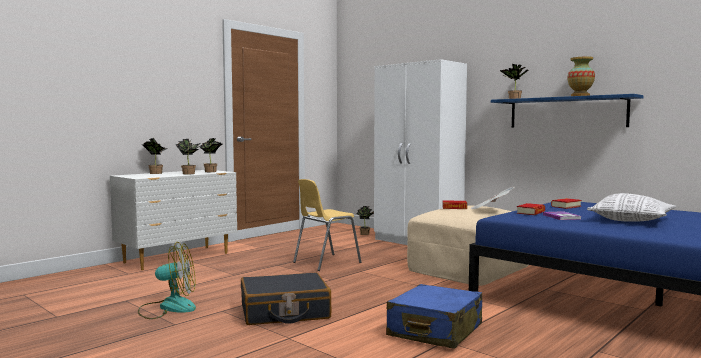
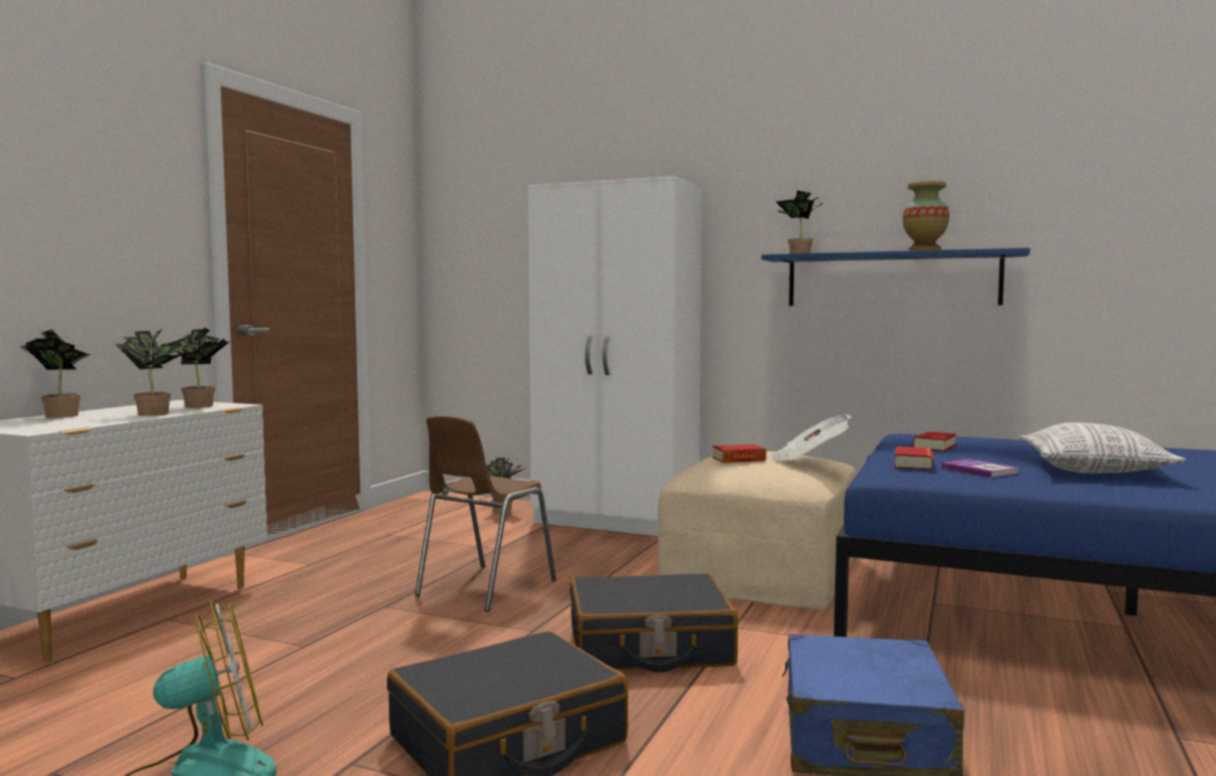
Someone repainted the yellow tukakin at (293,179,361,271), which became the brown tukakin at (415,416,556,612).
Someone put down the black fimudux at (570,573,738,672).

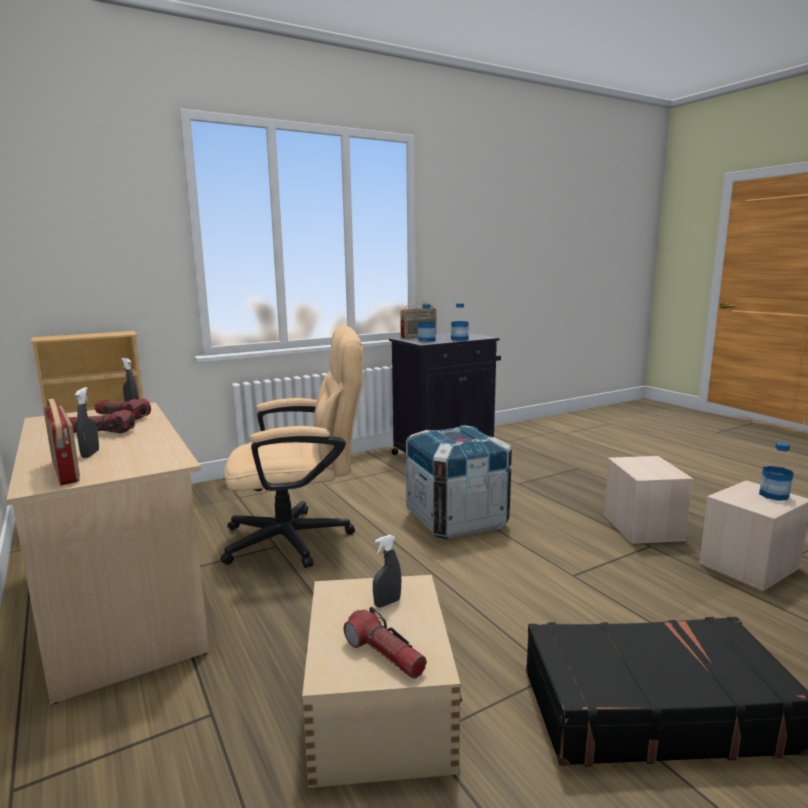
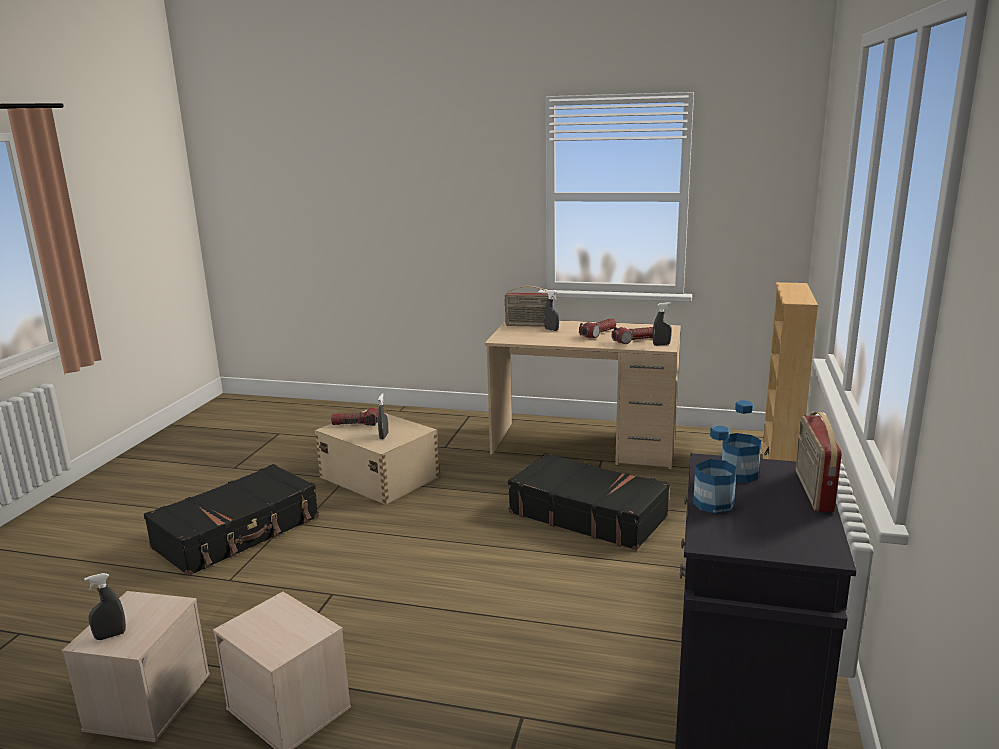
Someone swapped the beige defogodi at (220,325,363,568) for the black fimudux at (508,453,670,550).
Someone took away the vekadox at (406,425,512,539).
Someone swapped the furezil at (759,442,794,501) for the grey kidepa at (84,573,126,640).

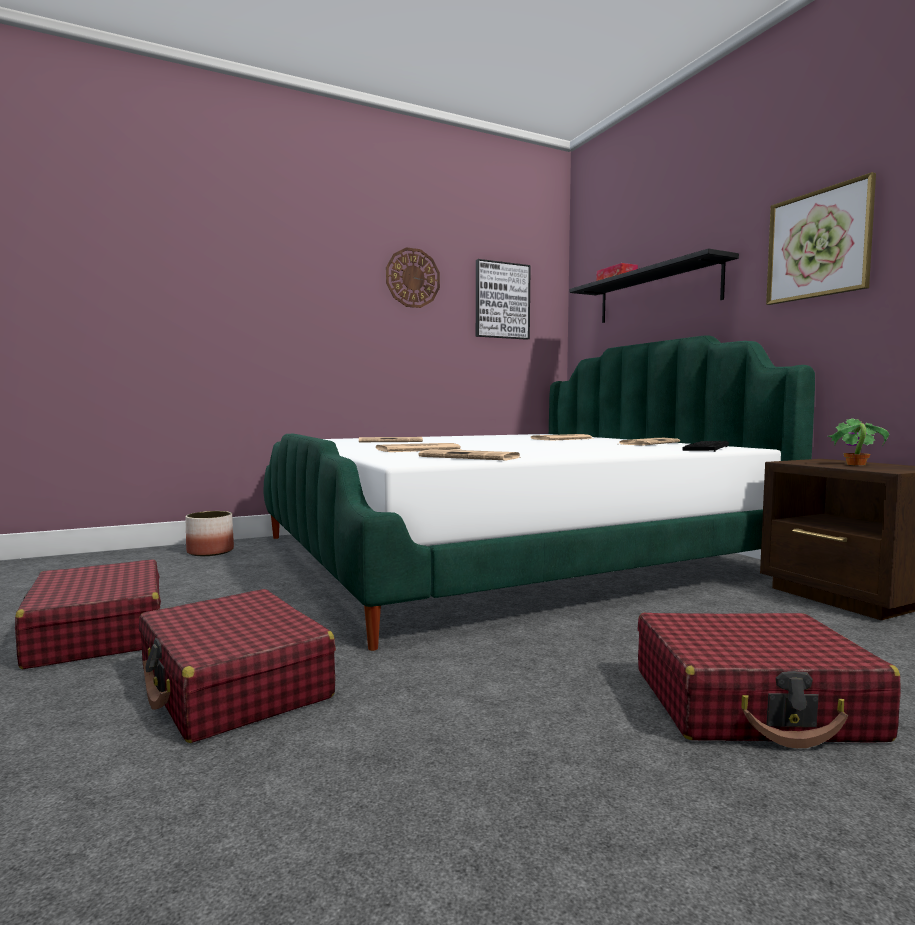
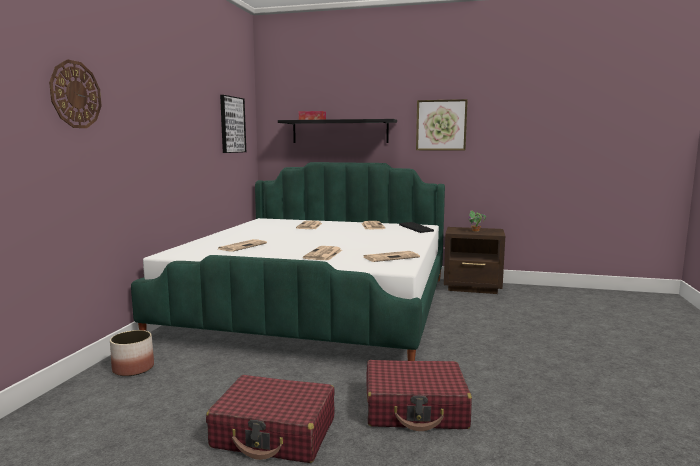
Someone carried the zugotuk from (386,247,440,308) to (49,59,102,128).
Someone took away the red fimudux at (638,613,901,748).

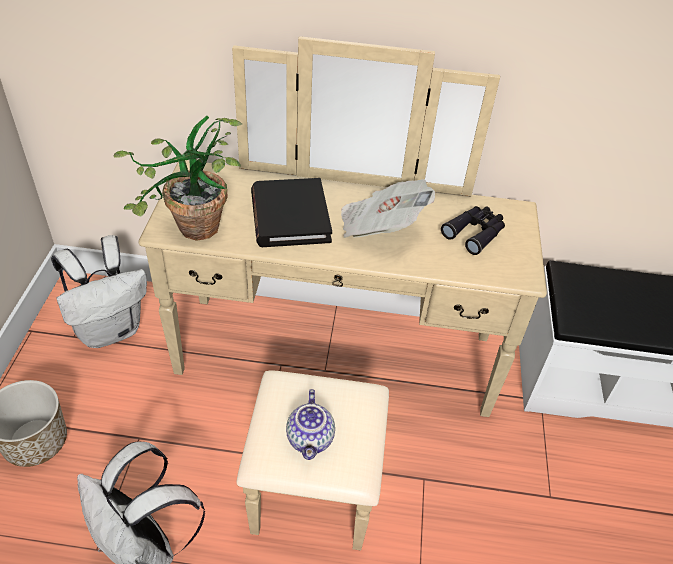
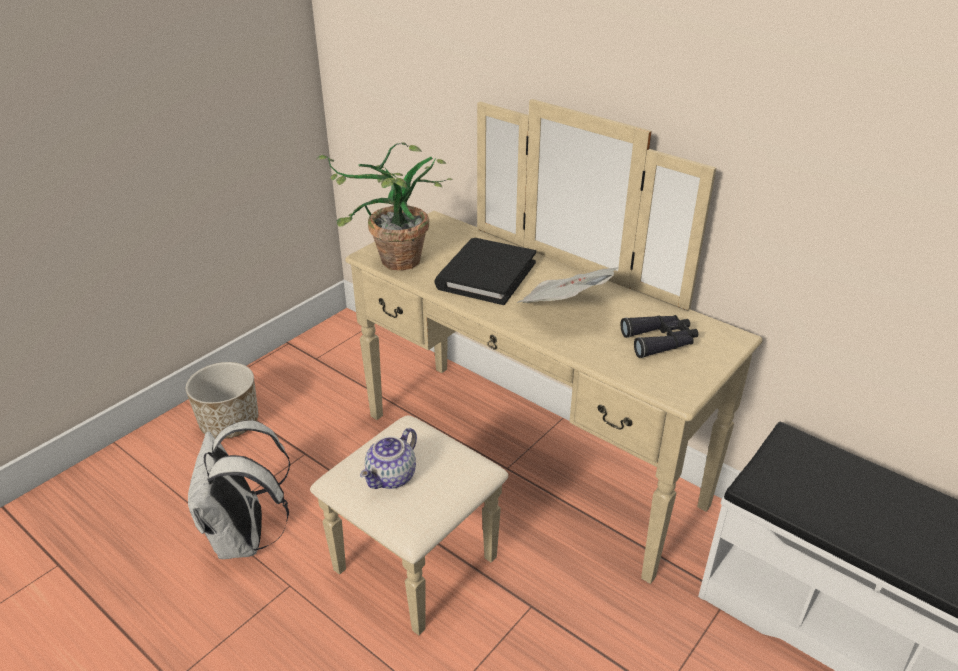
Someone took away the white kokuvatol at (51,235,147,348).

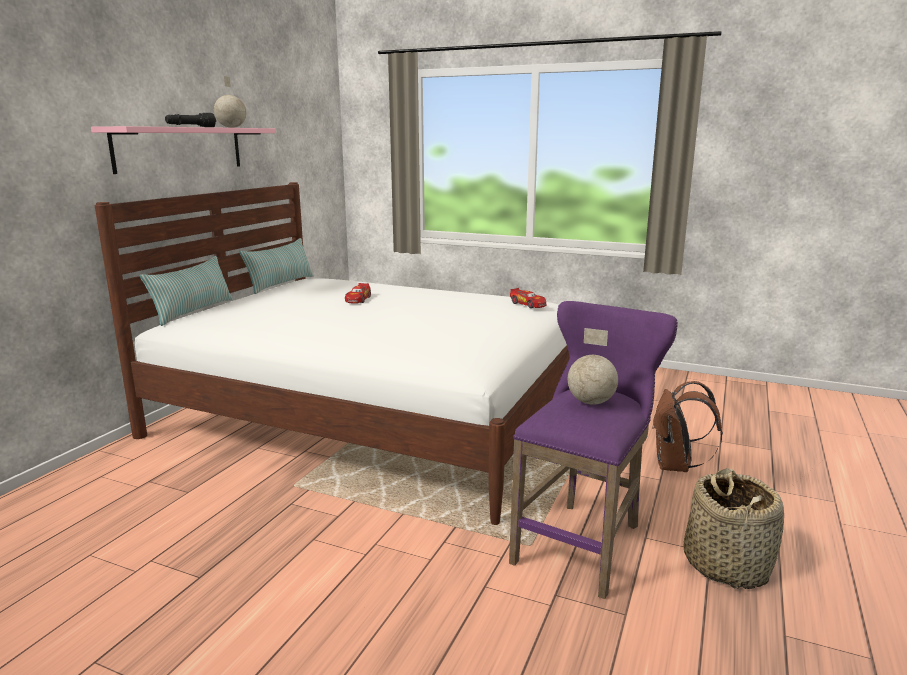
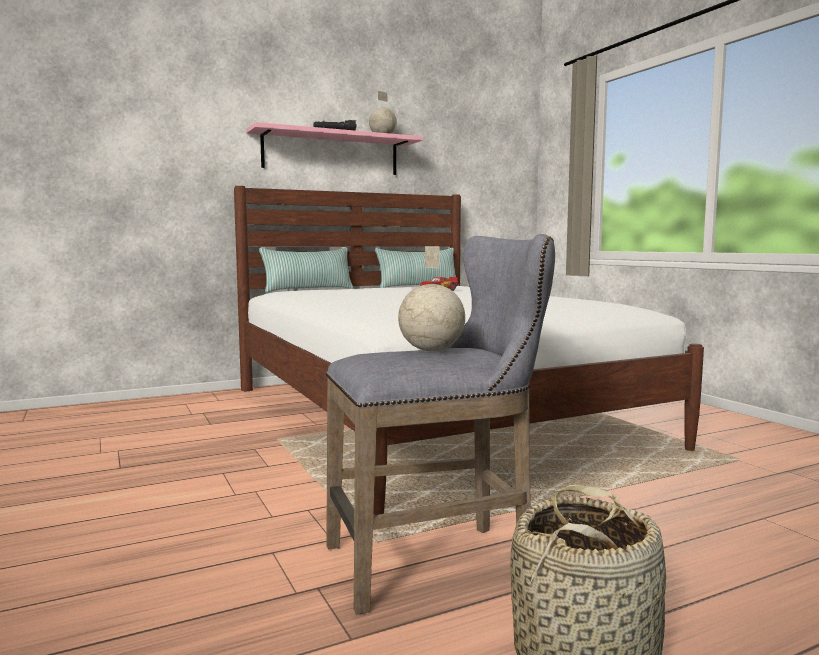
Someone repainted the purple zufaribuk at (509,301,678,599), which became the grey zufaribuk at (326,234,555,615).
Someone took away the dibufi at (510,288,546,308).
Someone took away the brown kokuvatol at (652,381,723,472).

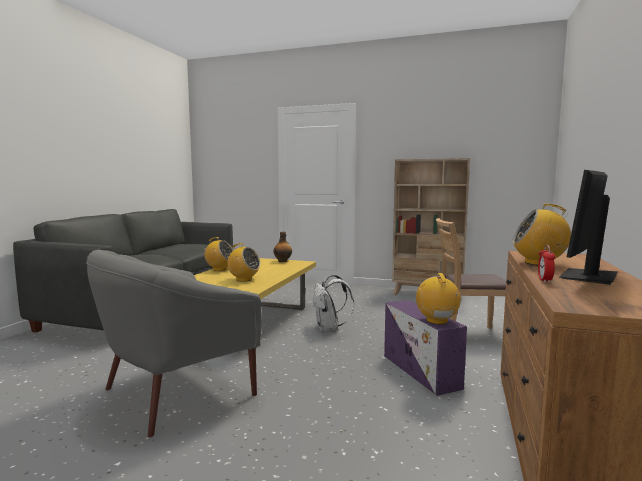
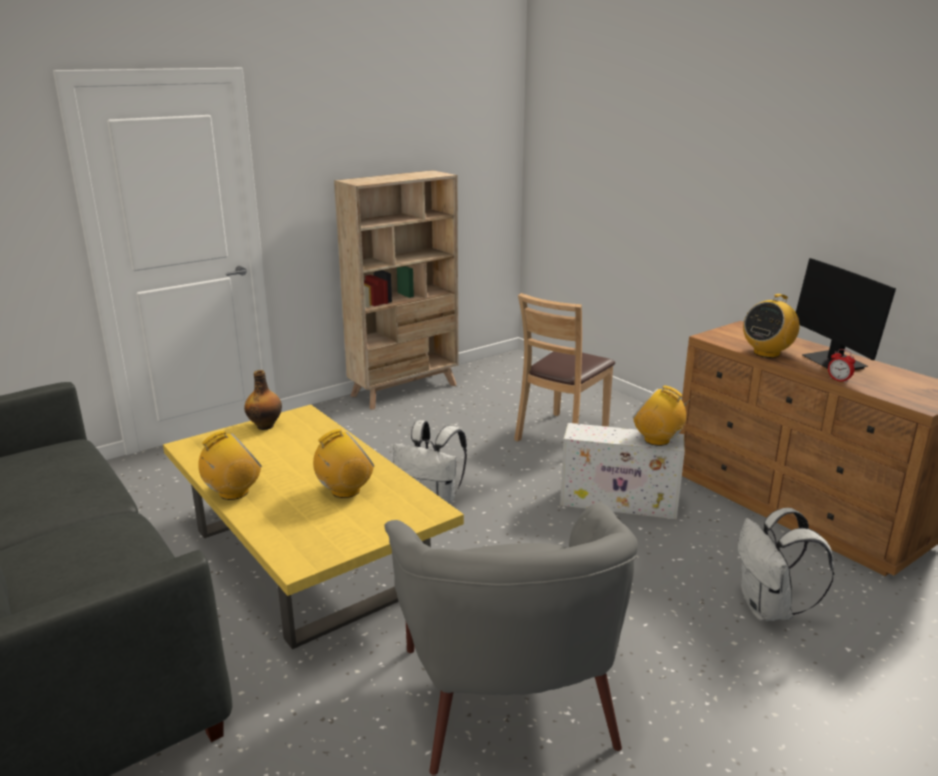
Someone repainted the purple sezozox at (384,300,467,396), which became the white sezozox at (560,423,685,519).
Someone put down the white kokuvatol at (738,508,834,621).

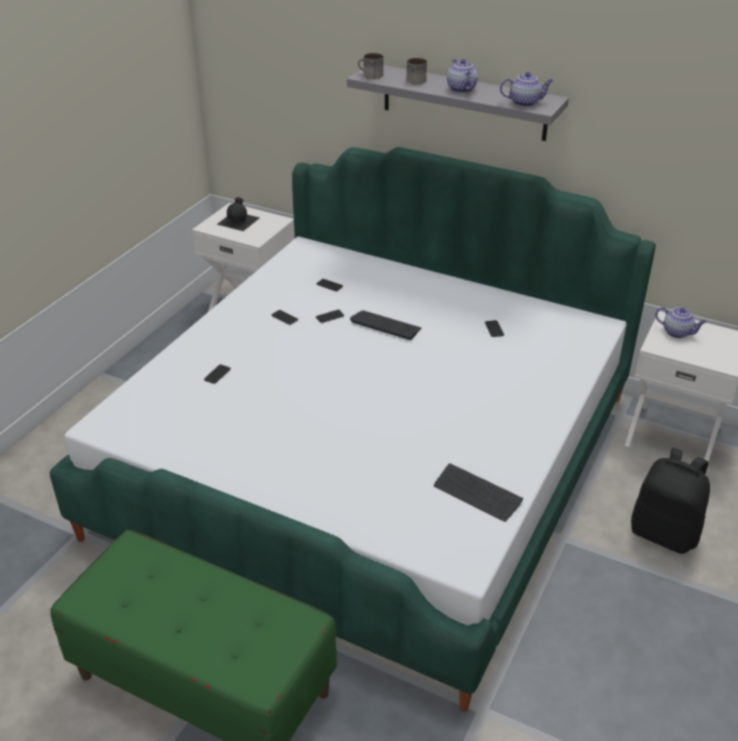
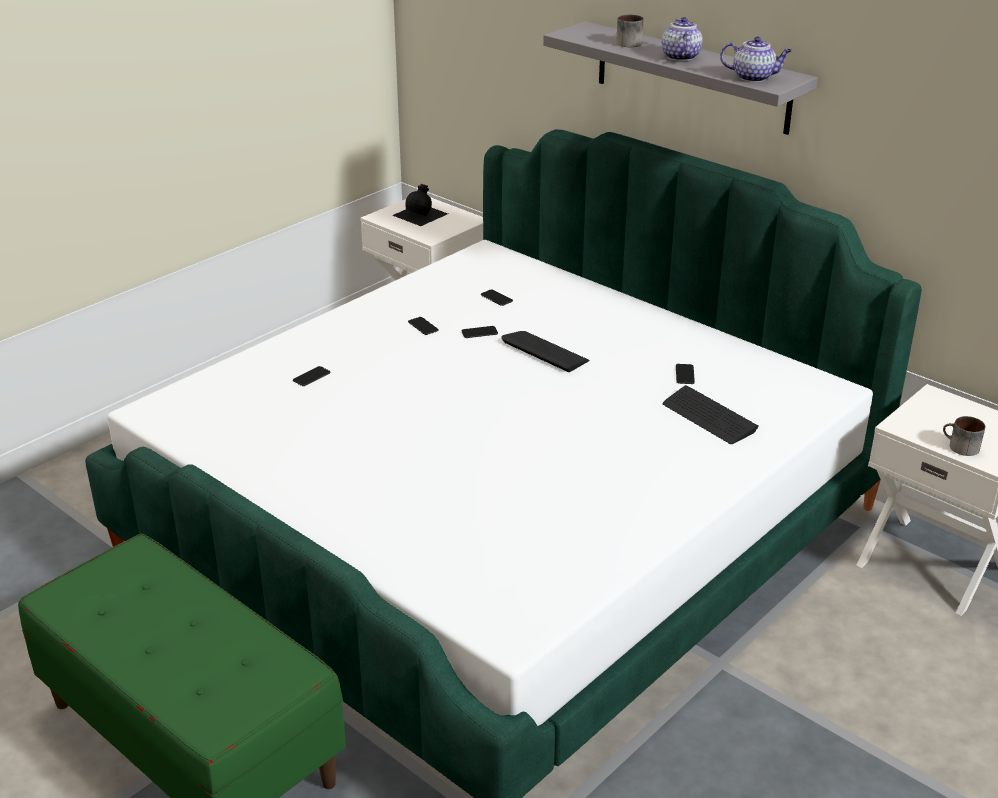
Someone carried the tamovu from (358,53,384,79) to (943,416,985,456).
Someone carried the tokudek from (434,464,523,522) to (663,385,759,444).
Someone took away the black kokuvatol at (631,448,710,554).
Someone took away the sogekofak at (655,307,706,338).

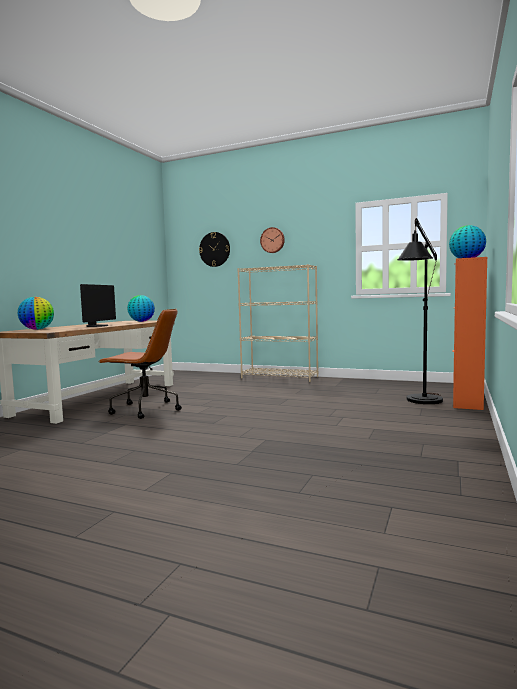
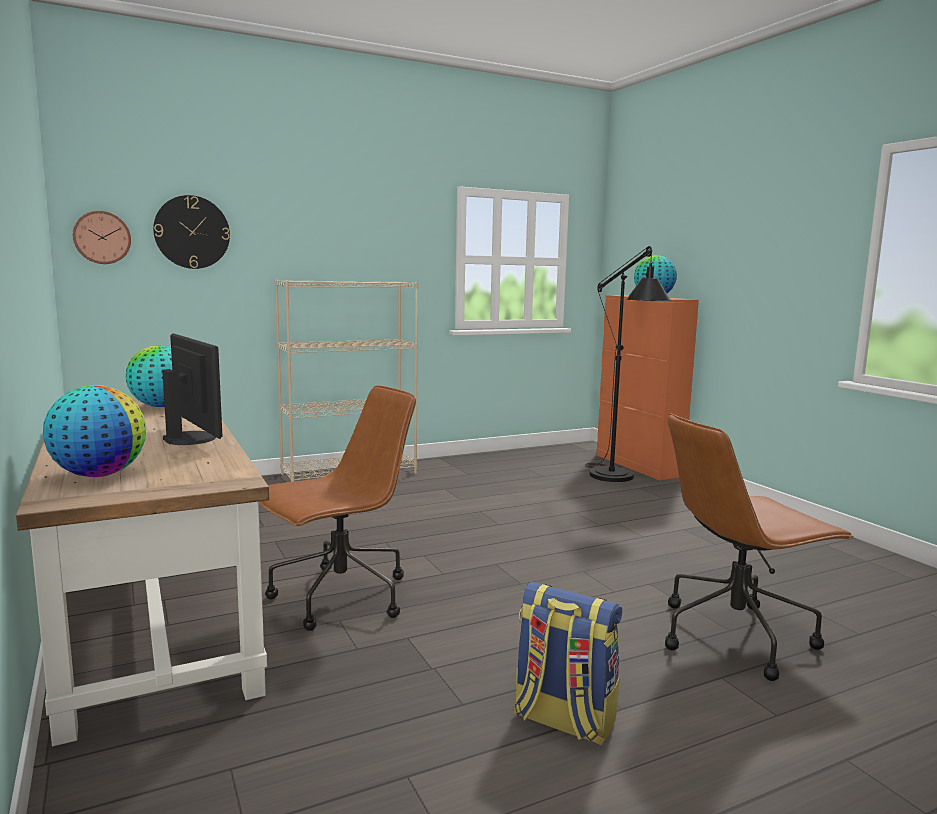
Someone carried the zugotuk from (260,227,285,253) to (73,211,131,264).
Someone put down the kokuvatol at (514,582,622,746).
Someone put down the brown defogodi at (665,413,854,681).

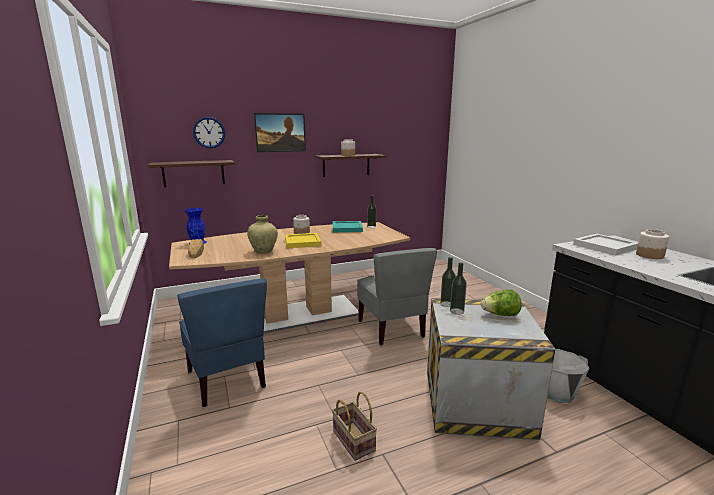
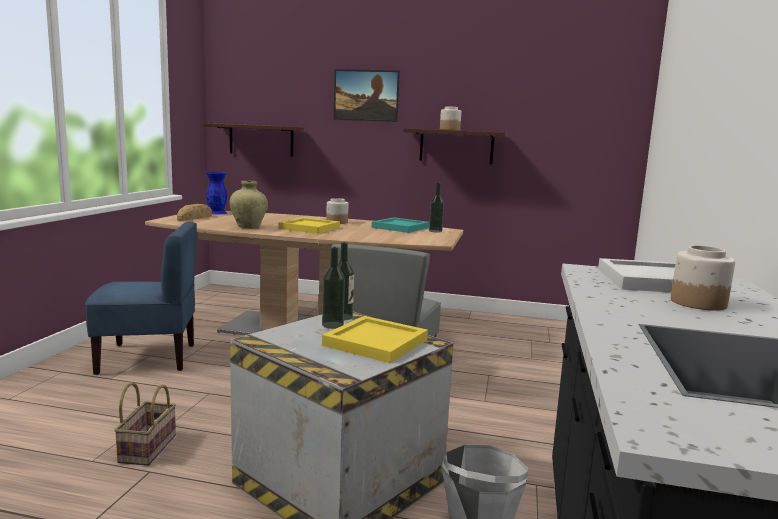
Someone rotated the blue tukakin at (177,279,267,407) by 105 degrees counterclockwise.
Someone took away the zugotuk at (193,117,225,148).
Someone swapped the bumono at (481,289,522,316) for the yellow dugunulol at (322,316,428,363).

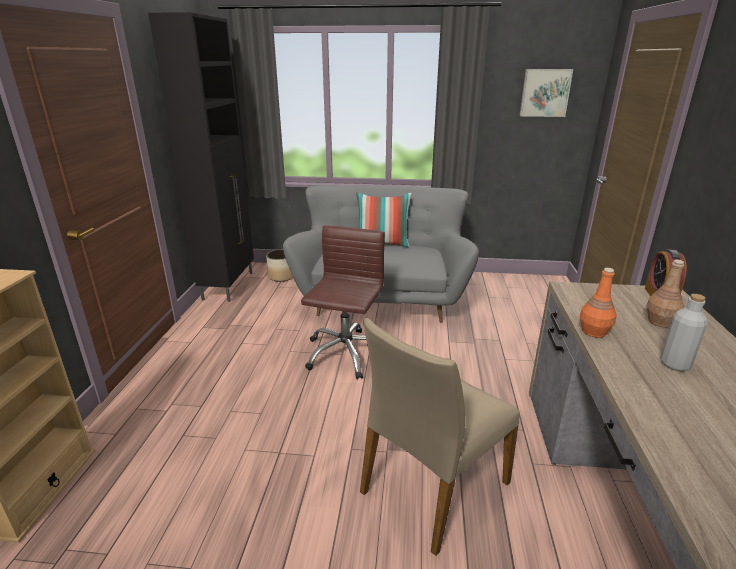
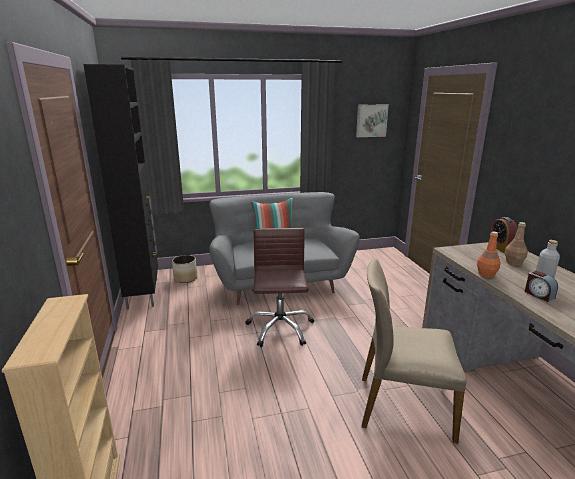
Someone rotated the beige tukakin at (360,318,520,556) by 75 degrees clockwise.
Someone put down the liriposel at (525,271,558,302).

